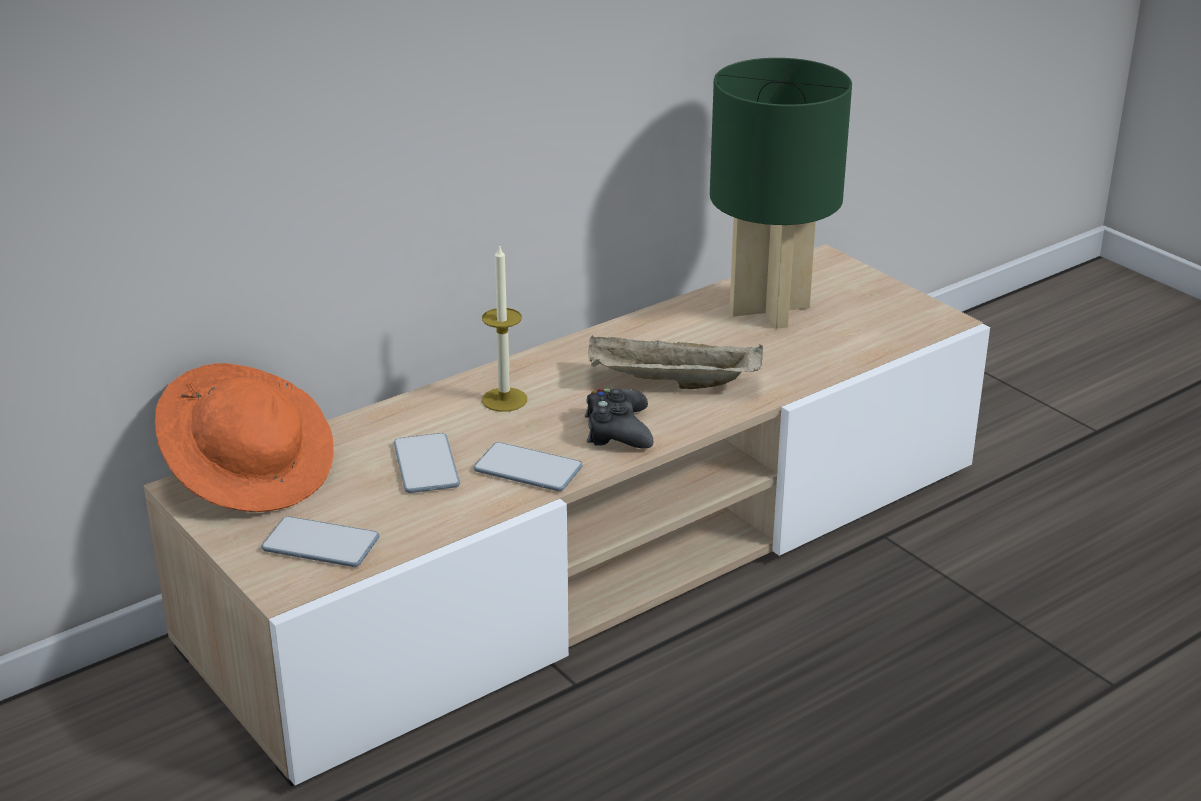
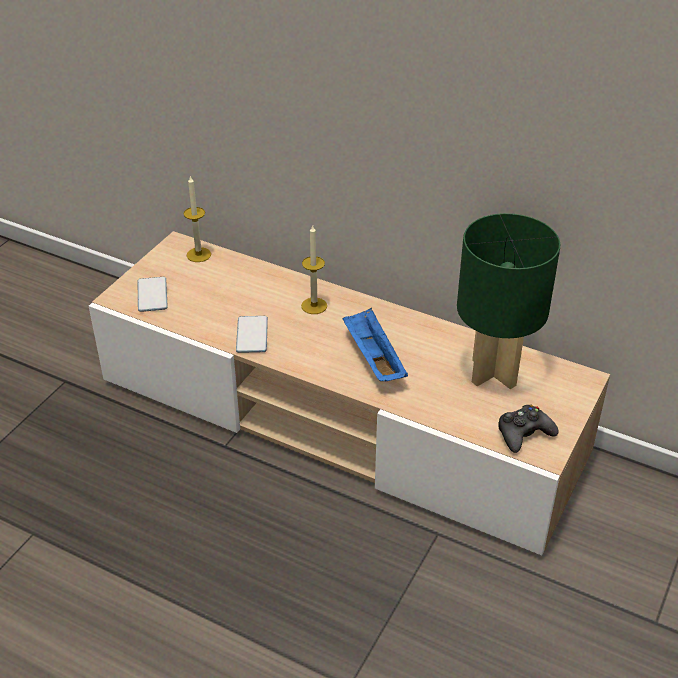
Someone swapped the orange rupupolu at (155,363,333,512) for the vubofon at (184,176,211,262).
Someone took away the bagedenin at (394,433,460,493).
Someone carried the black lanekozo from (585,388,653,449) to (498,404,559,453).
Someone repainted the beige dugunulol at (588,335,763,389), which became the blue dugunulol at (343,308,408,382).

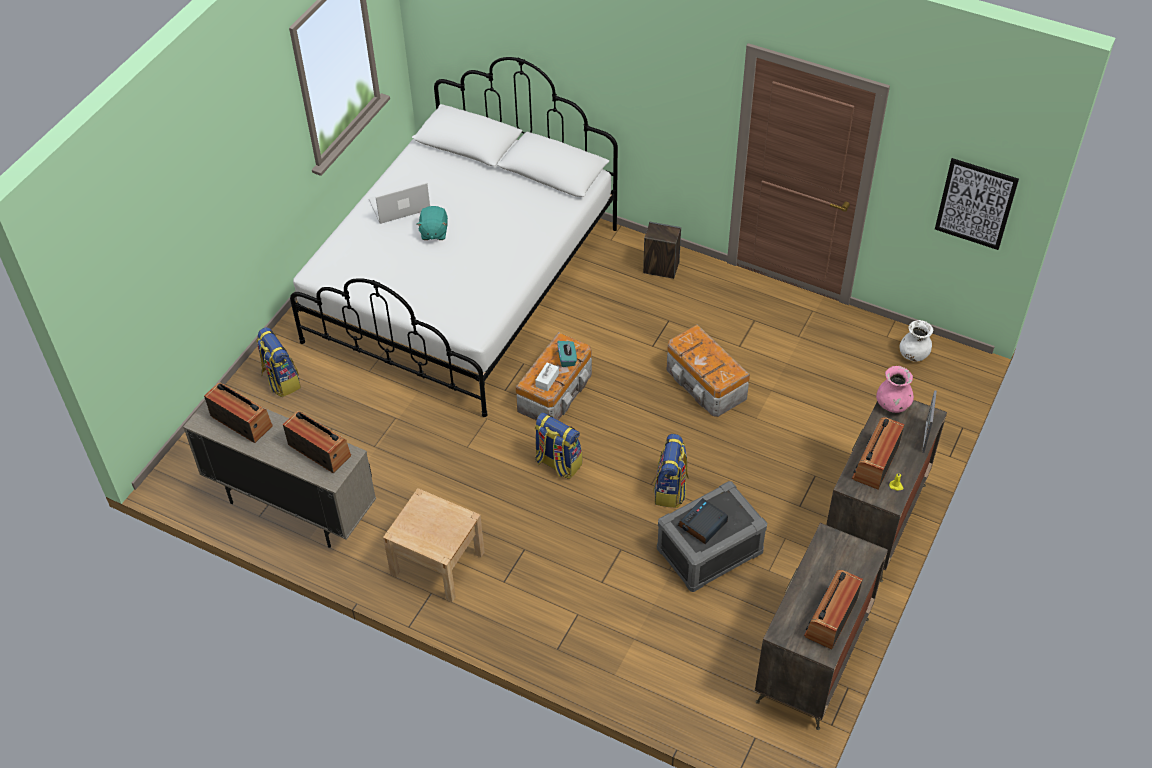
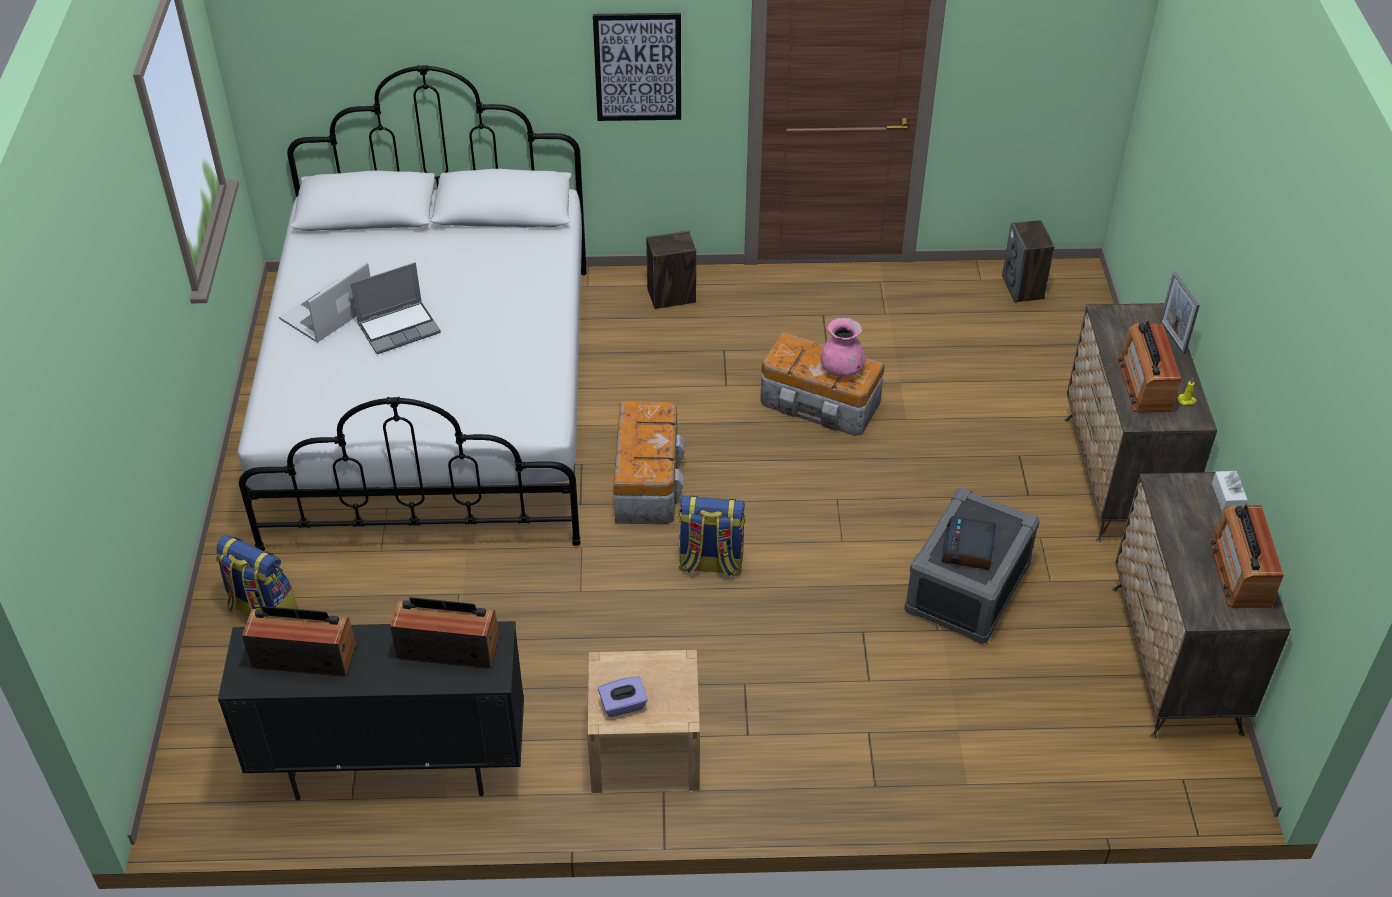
Someone repainted the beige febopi at (183,400,376,548), which became the black febopi at (218,621,524,801).
Someone swapped the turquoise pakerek at (416,206,448,240) for the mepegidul at (351,262,441,354).
Someone carried the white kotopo from (535,363,559,391) to (1212,470,1247,512).
Someone took away the turquoise kotopo at (557,341,577,367).
Someone took away the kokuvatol at (653,434,689,508).
Someone carried the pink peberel from (876,366,914,413) to (821,318,866,377).
Someone swapped the white peberel at (900,320,933,362) for the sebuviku at (1002,220,1055,303).
Someone carried the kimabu from (935,158,1019,250) to (593,13,681,121).
Someone put down the purple kotopo at (598,676,648,717).

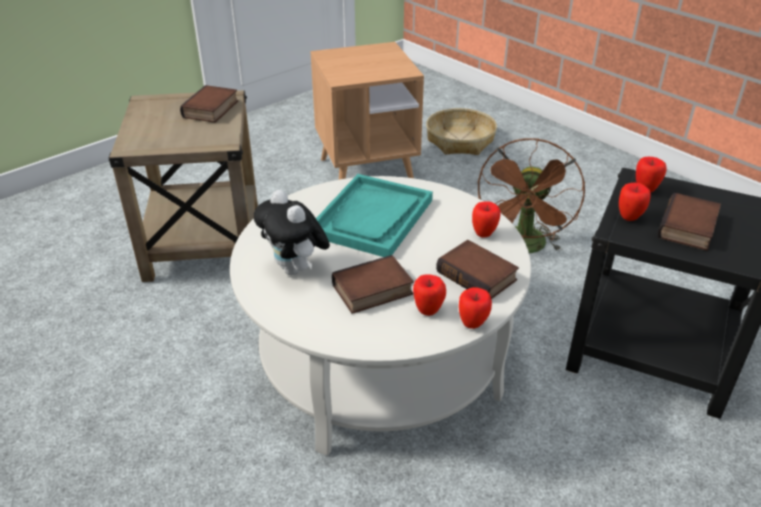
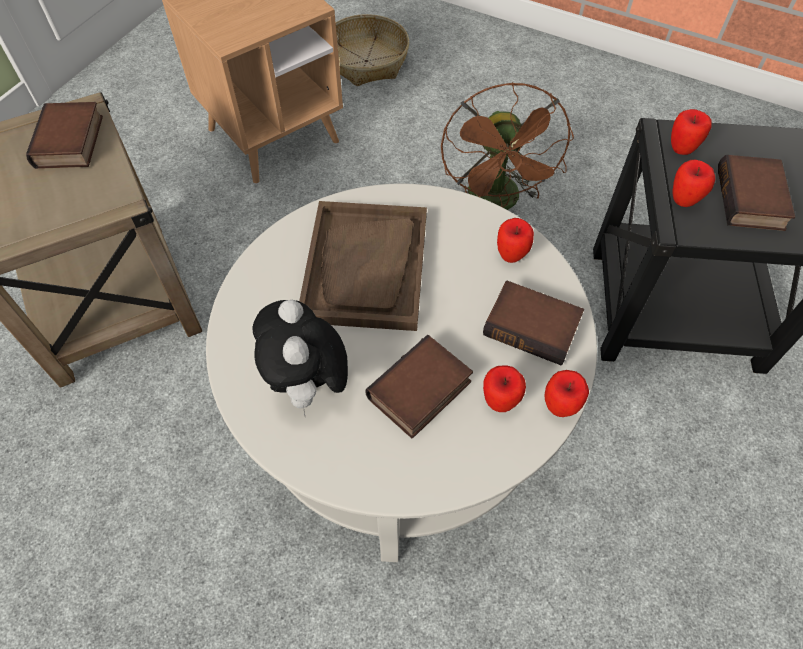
Someone rotated the pakerek at (254,190,330,275) by 45 degrees clockwise.
Someone repainted the turquoise dugunulol at (316,174,433,257), which became the brown dugunulol at (299,201,427,331).

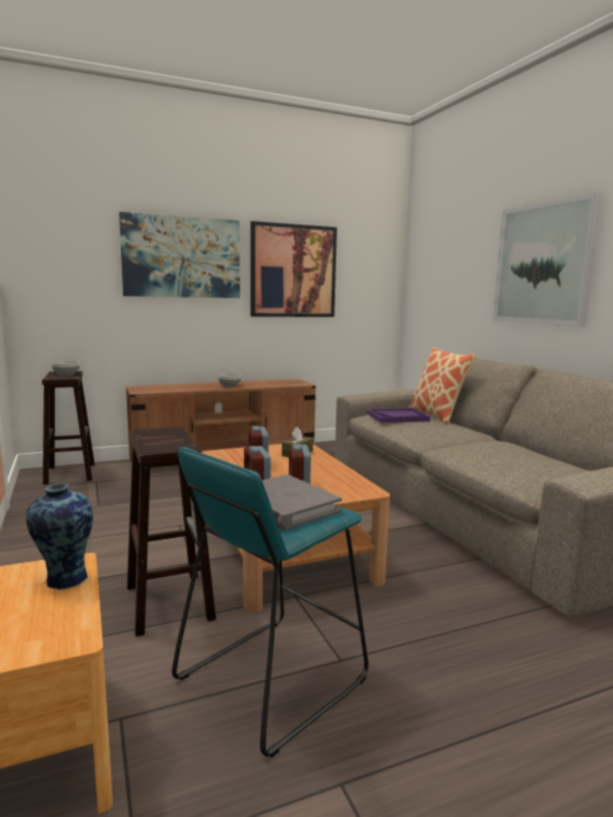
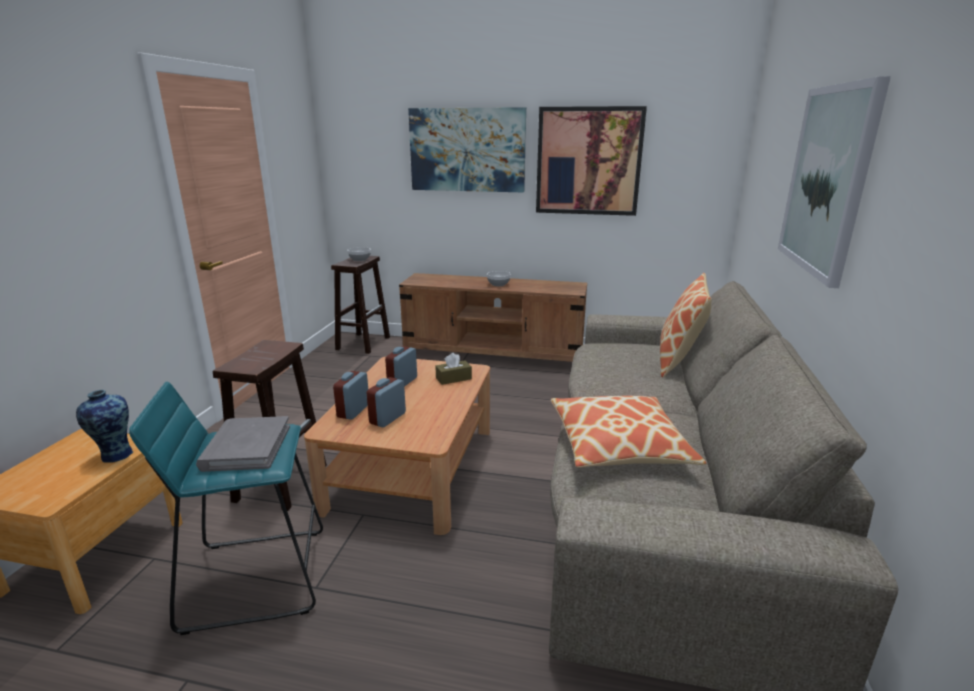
Someone took away the purple dugunulol at (367,408,430,423).
Someone put down the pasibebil at (551,396,706,468).

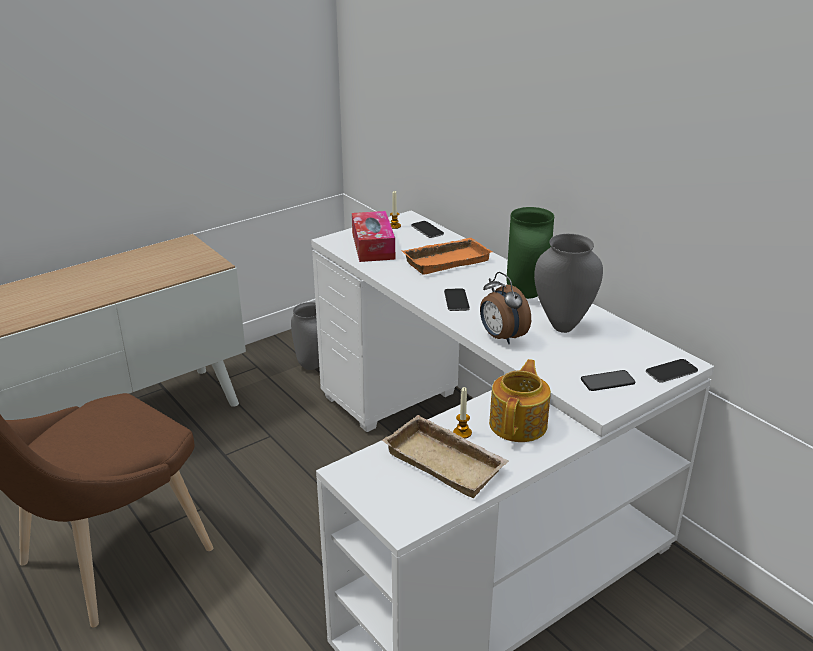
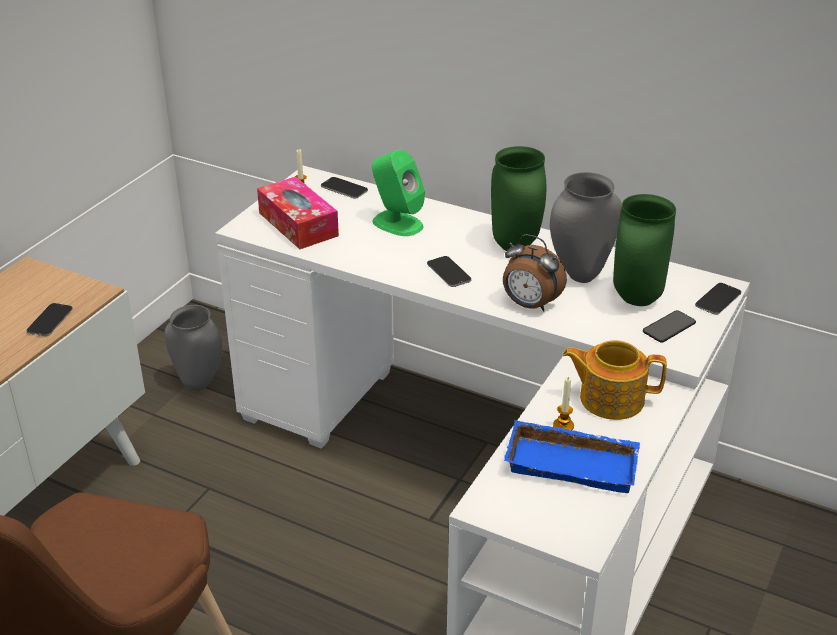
Someone repainted the beige dugunulol at (382,415,509,498), which became the blue dugunulol at (504,420,640,493).
Someone swapped the orange dugunulol at (402,238,492,275) for the green sebuviku at (372,150,425,236).
Someone rotated the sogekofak at (489,359,551,442) by 75 degrees counterclockwise.
Someone put down the bagedenin at (27,303,73,336).
Someone put down the green peberel at (613,194,676,306).

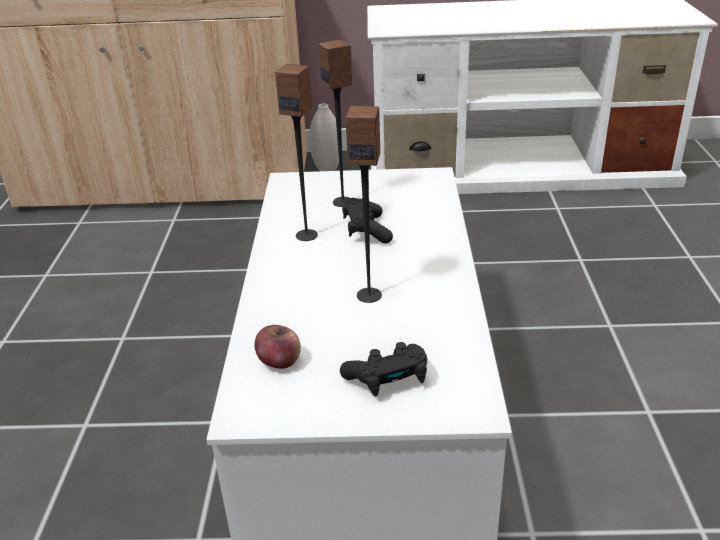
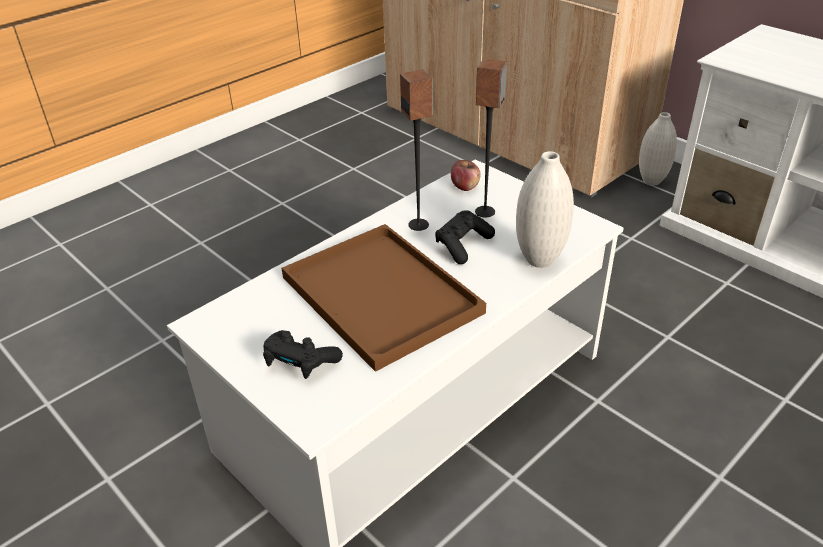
Someone carried the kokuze from (255,325,301,369) to (451,160,481,191).
Someone swapped the sebuviku at (346,106,382,303) for the brown dugunulol at (282,224,486,372).
Someone put down the white peberel at (516,151,574,268).

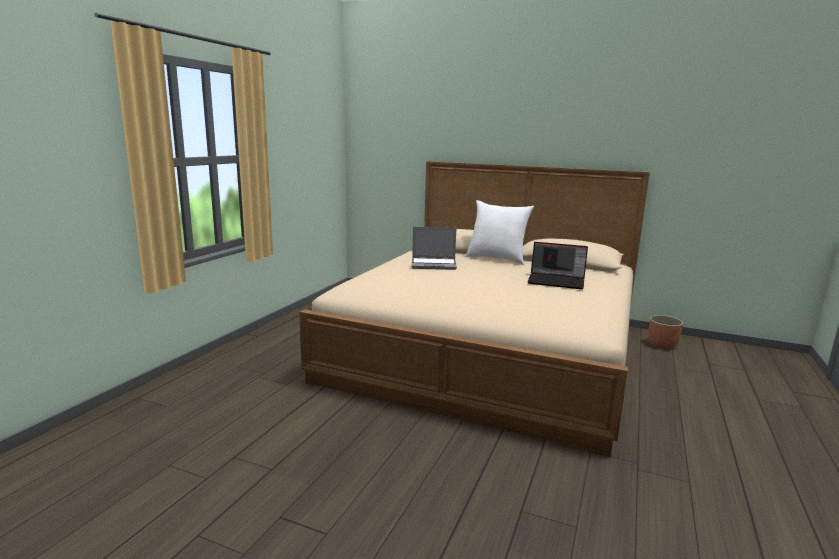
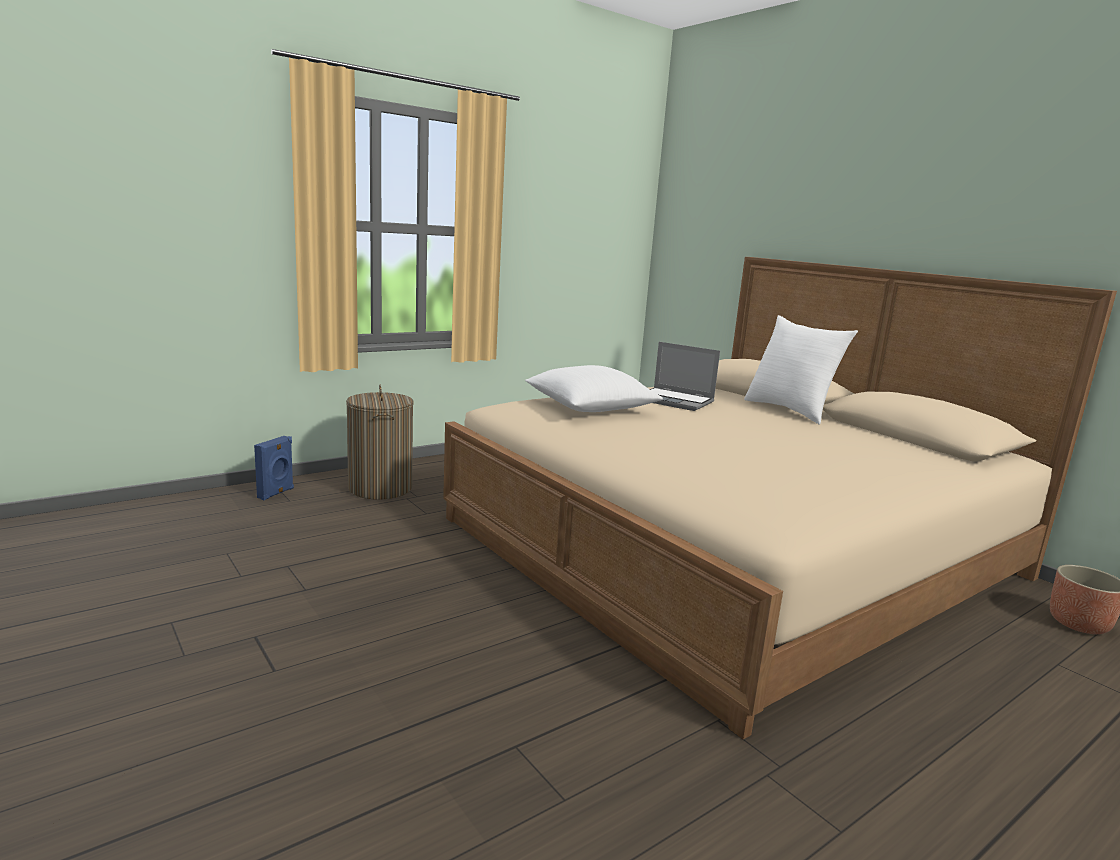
Someone took away the mepegidul at (527,242,588,289).
Someone put down the blue sebuviku at (254,436,294,500).
Someone put down the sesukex at (346,384,414,499).
Someone put down the white pasibebil at (525,365,663,412).

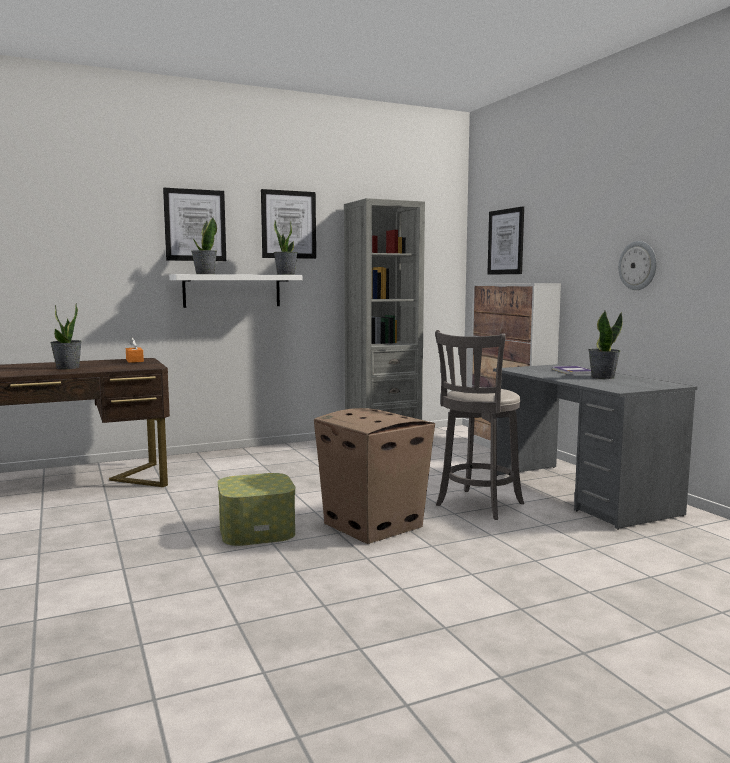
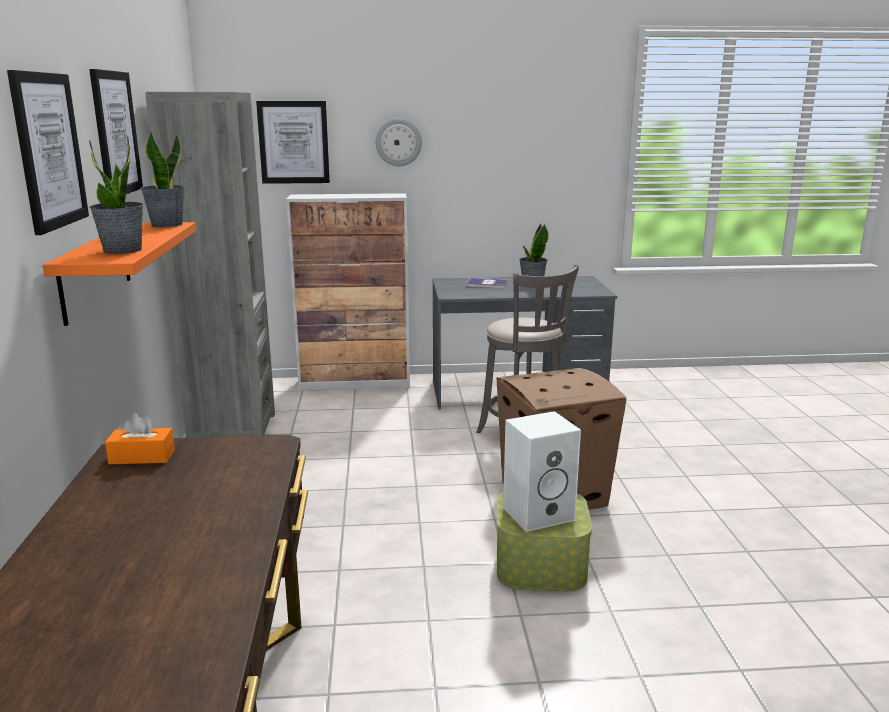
Someone took away the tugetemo at (50,303,82,369).
Someone repainted the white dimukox at (169,274,302,308), which became the orange dimukox at (43,222,196,326).
Someone carried the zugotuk from (618,241,657,290) to (376,118,422,166).
Someone put down the white sebuviku at (503,411,581,532).

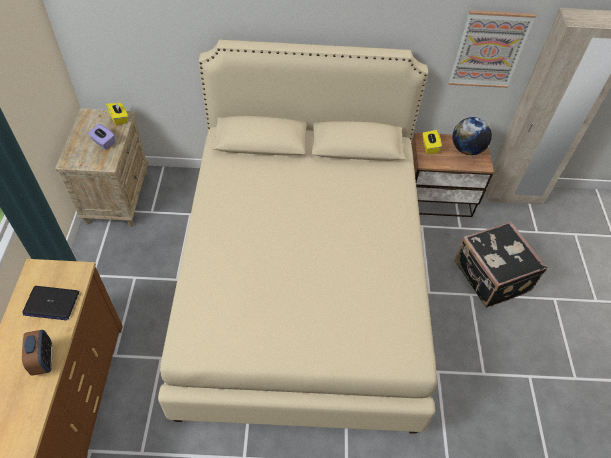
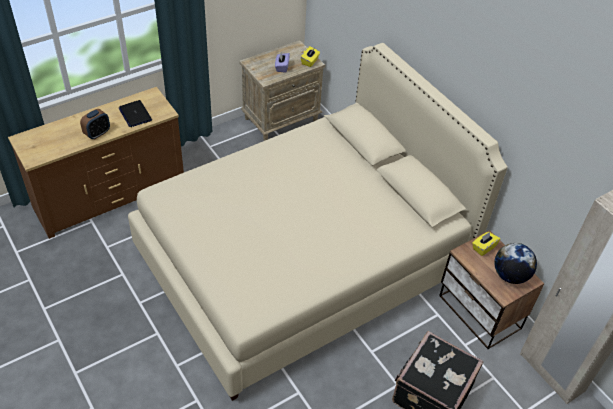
Someone took away the kimabu at (448,10,536,88).

